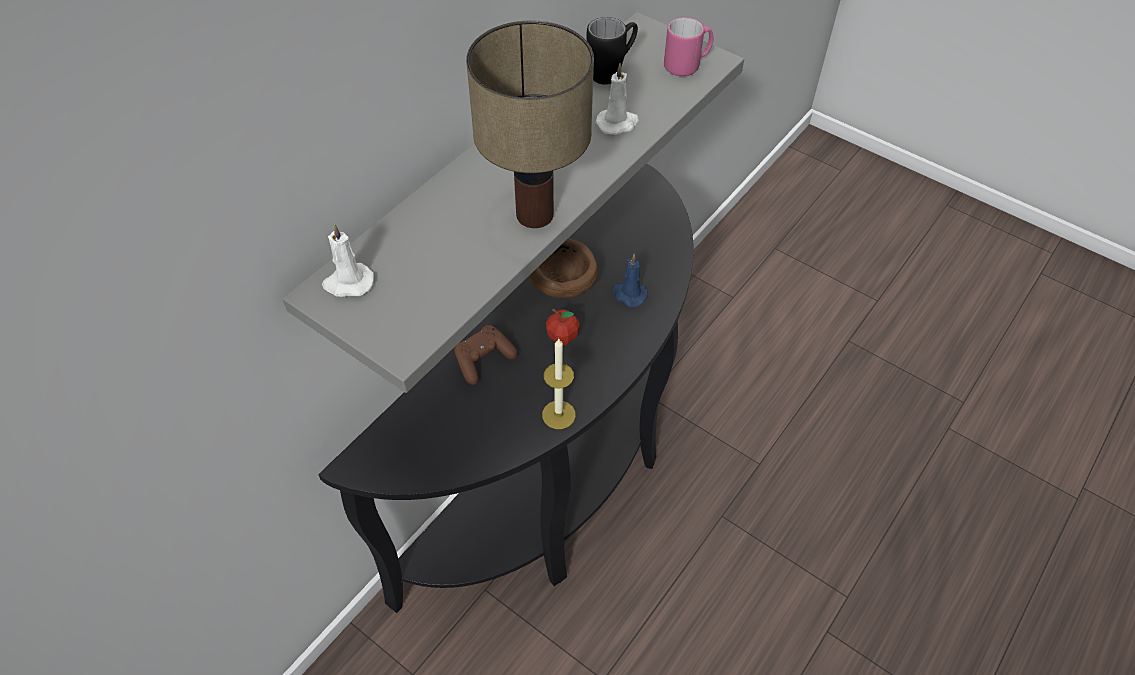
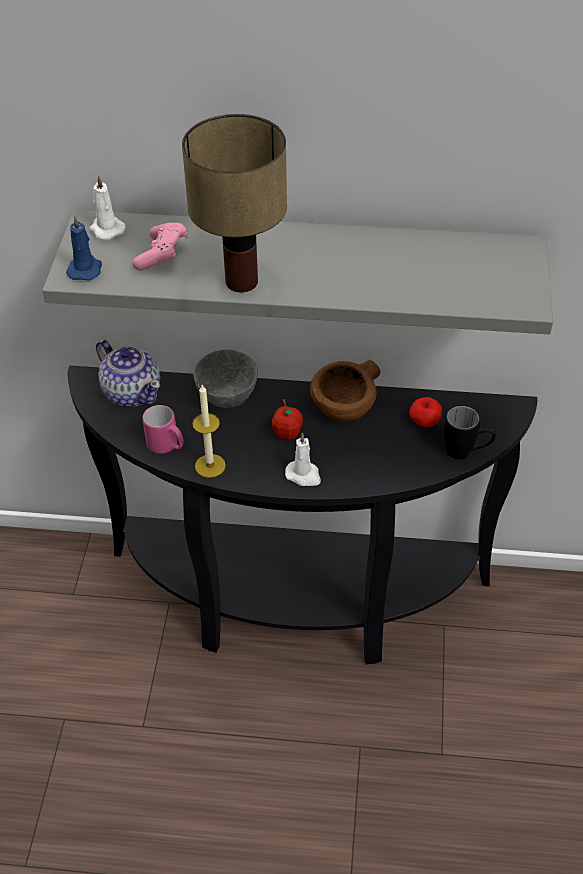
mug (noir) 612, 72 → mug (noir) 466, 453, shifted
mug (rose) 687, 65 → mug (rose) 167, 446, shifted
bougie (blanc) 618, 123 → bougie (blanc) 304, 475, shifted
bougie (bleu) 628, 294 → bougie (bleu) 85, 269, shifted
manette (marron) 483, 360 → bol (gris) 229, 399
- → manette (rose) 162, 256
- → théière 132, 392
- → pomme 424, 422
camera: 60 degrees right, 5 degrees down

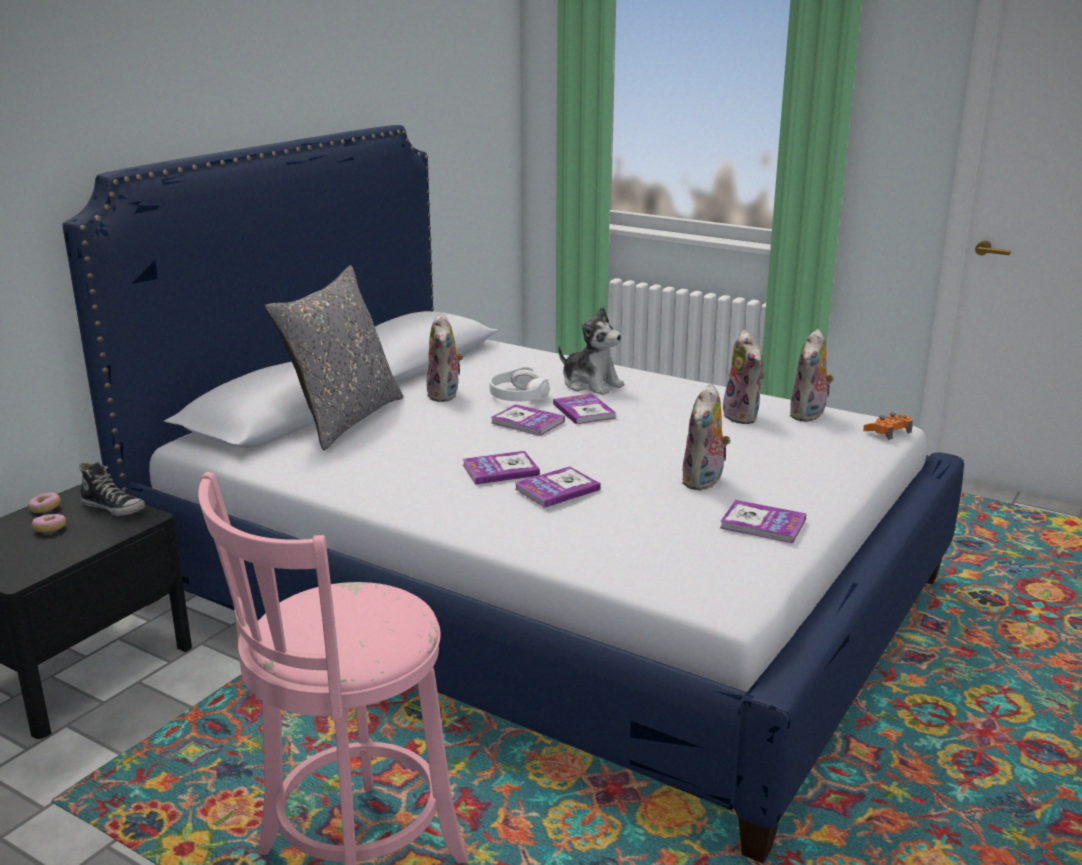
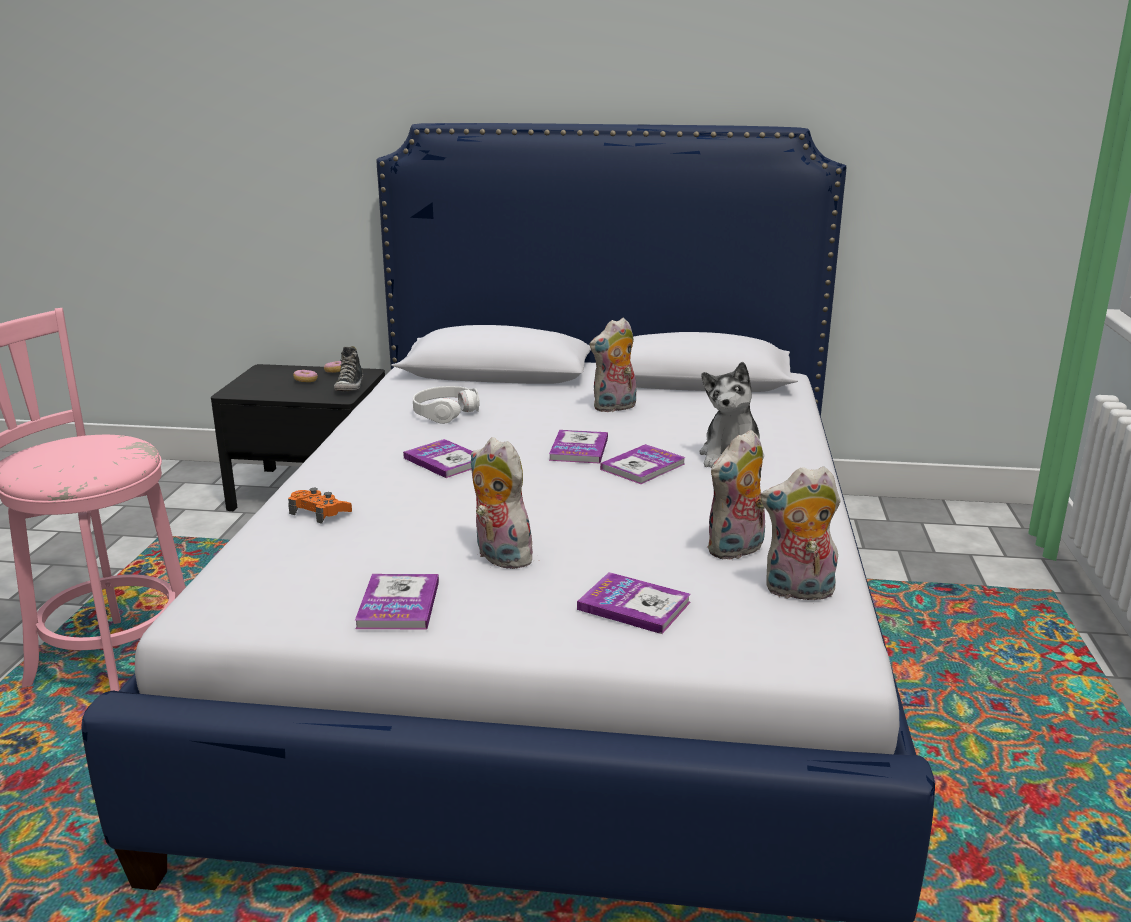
coussin (gris) 343, 420 → -
casque audio (blanc) 517, 396 → casque audio (blanc) 445, 412, shifted
peluche 704, 482 → peluche 499, 557, 45 degrees clockwise
manette (orange) 888, 431 → manette (orange) 319, 512, shifted
livre 557, 489 → livre 634, 605, shifted
camera: 65 degrees right, 0 degrees up

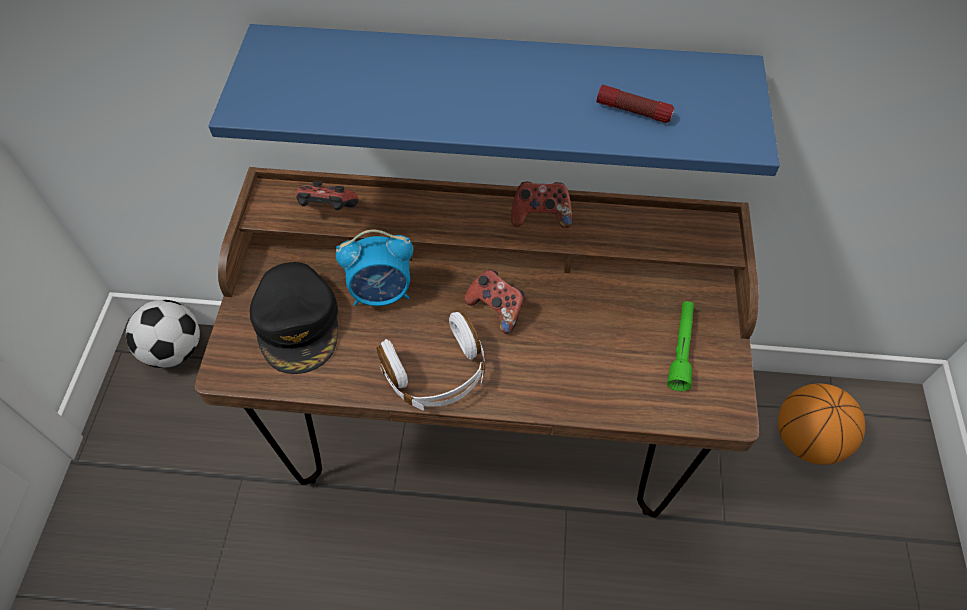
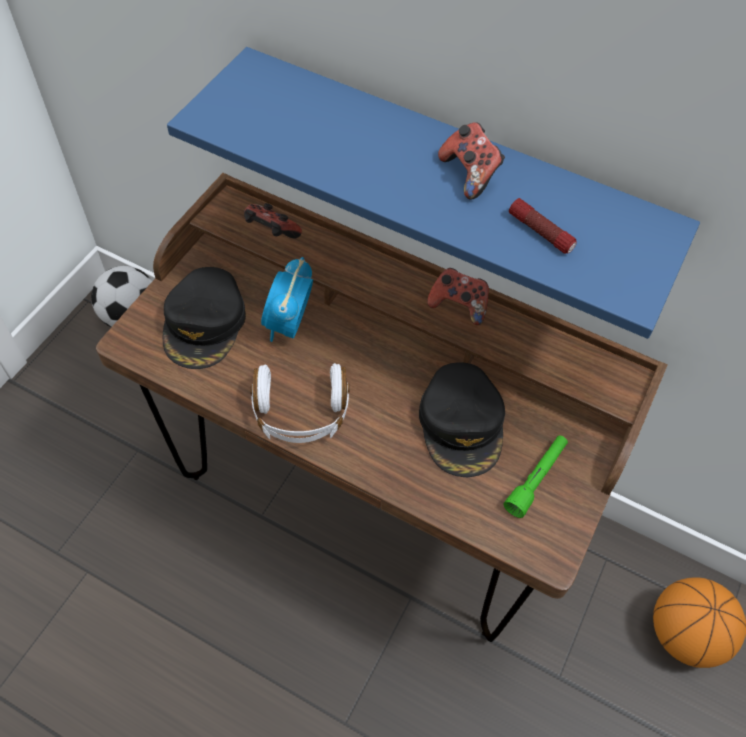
réveil 382, 293 → réveil 288, 324, 90 degrees clockwise
manette 496, 309 → manette 469, 174, shifted
- → casquette (noir) 462, 424
camera: 20 degrees right, 0 degrees up

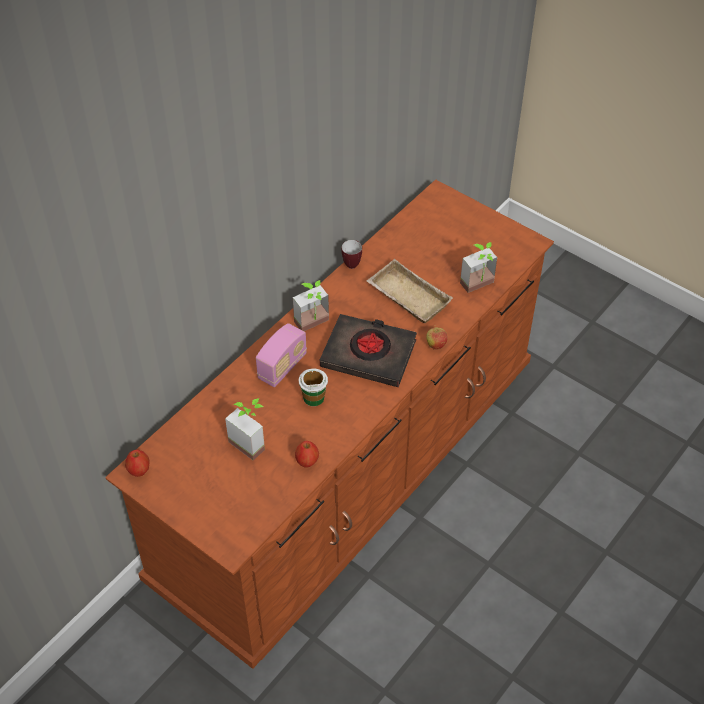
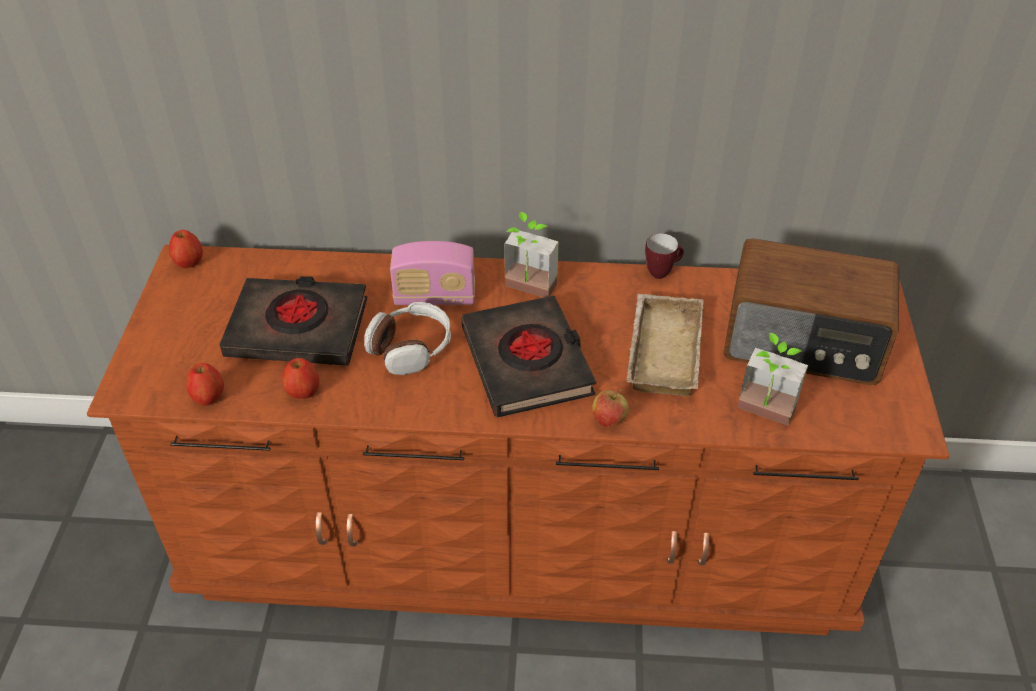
tasse 313, 397 → casque audio 410, 347
plante en pot 251, 441 → livre (noir) 298, 328
- → radio 803, 343
- → pomme 209, 398
camera: 55 degrees right, 5 degrees down

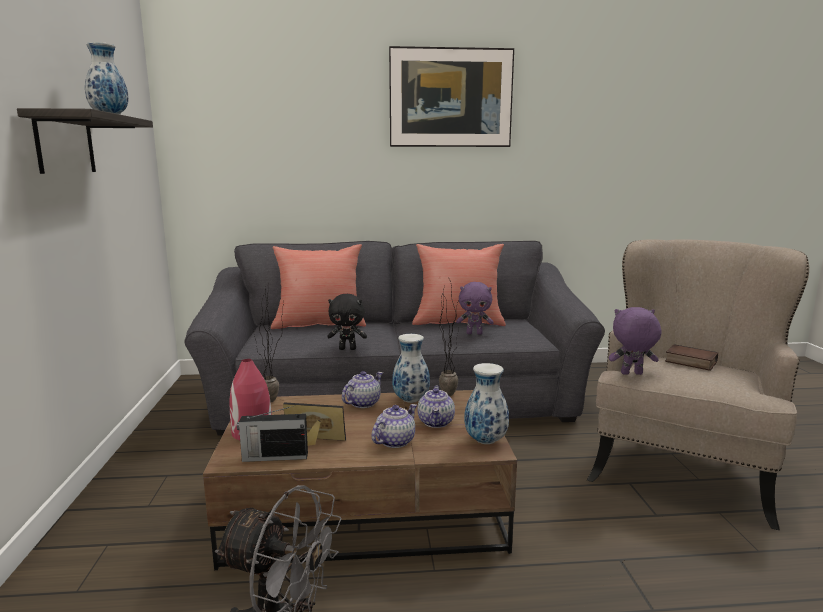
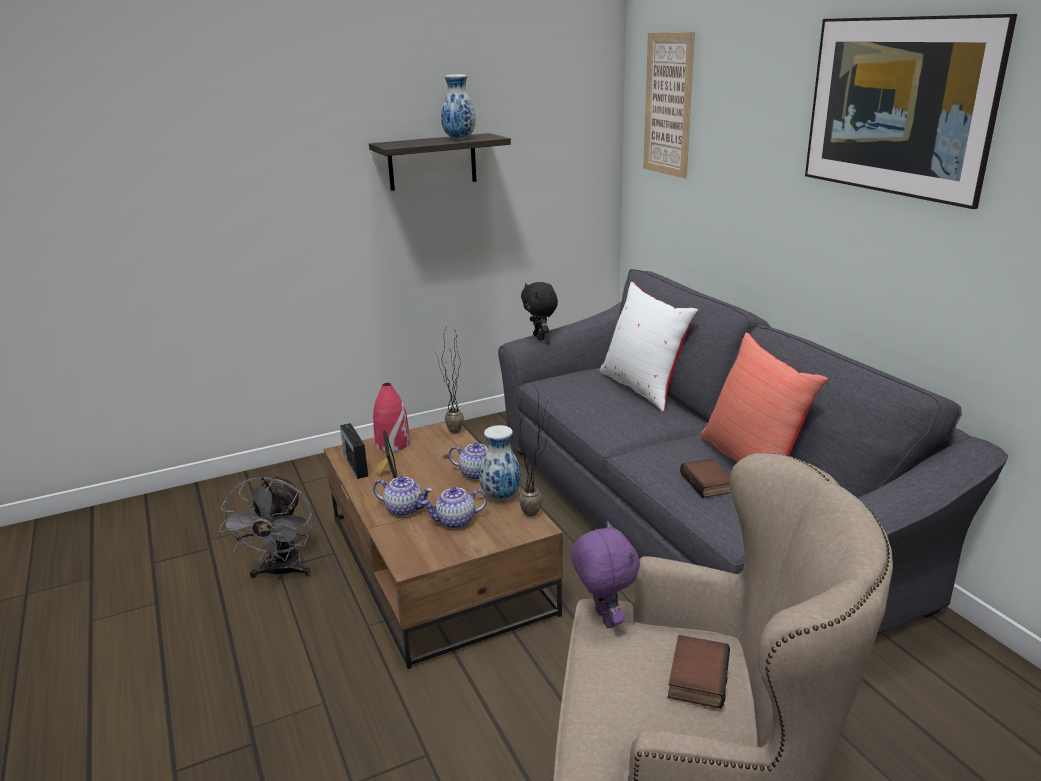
coussin (rouge) 319, 324 → coussin (blanc) 643, 388
peluche (violet) 474, 333 → livre 709, 483
peluche (noir) 348, 349 → peluche (noir) 540, 337, shifted
vase 486, 441 → -
- → tableau 668, 105
camera: 70 degrees right, 10 degrees up

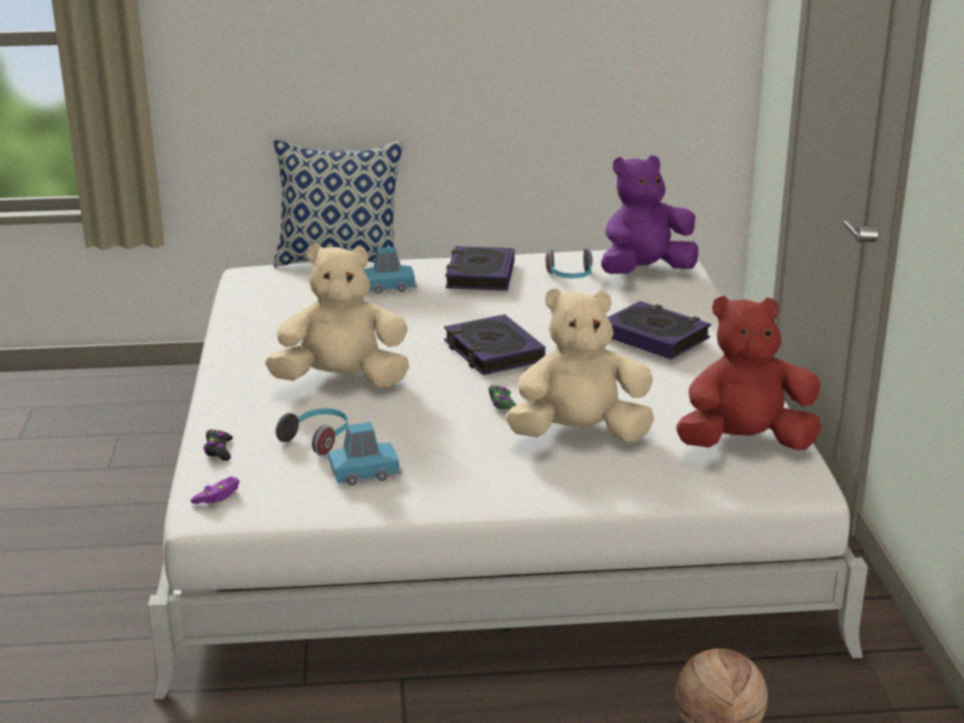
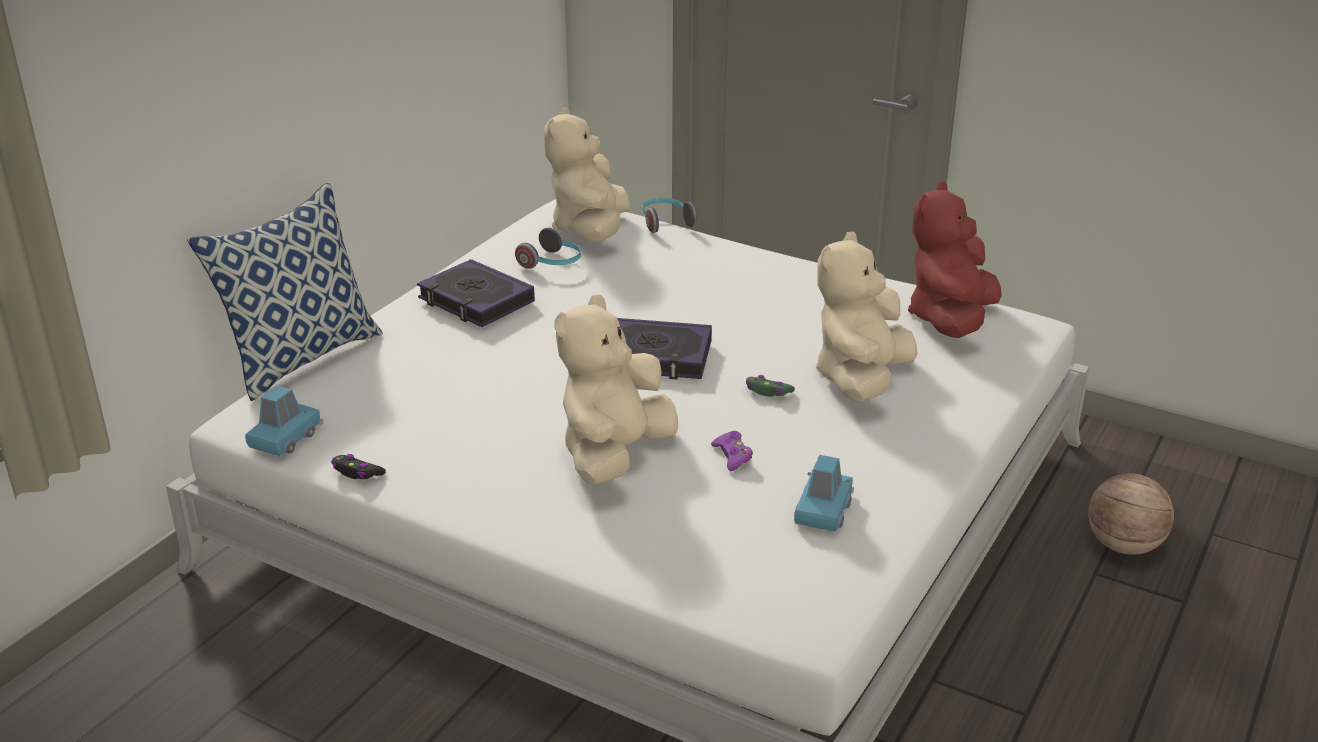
peluche (violet) 645, 272 → peluche (beige) 590, 230
petite voiture (bleu) 390, 287 → petite voiture (bleu) 286, 438, shifted
livre 654, 337 → -
casque audio 318, 439 → casque audio 665, 222, shifted
manette (noir) 218, 450 → manette (noir) 357, 472, shifted
manette (violet) 217, 496 → manette (violet) 732, 456, shifted
camera: 55 degrees left, 5 degrees up

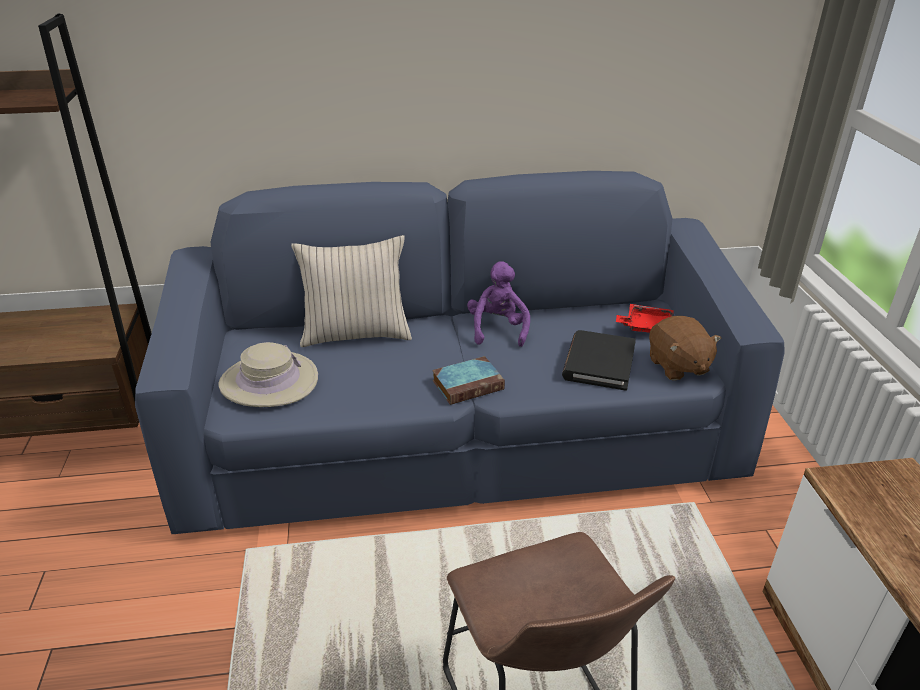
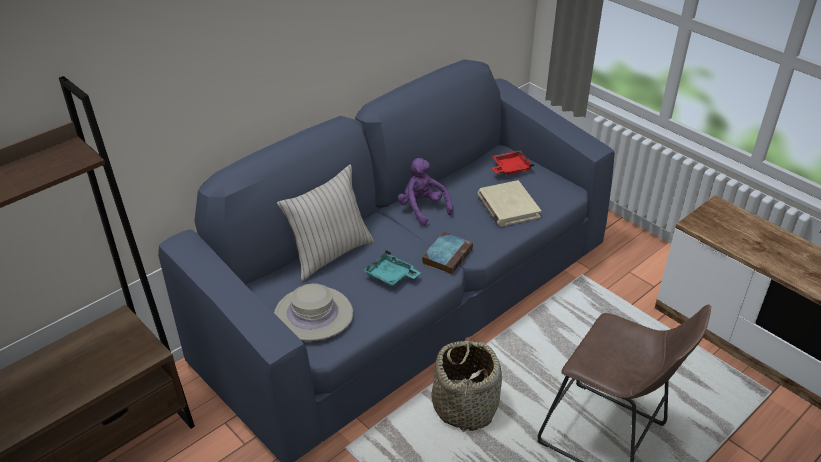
peluche (marron) 677, 366 → -
livre (noir) 598, 363 → livre (beige) 508, 206
- → plateau (turquoise) 391, 276
- → panier 465, 406
camera: 35 degrees left, 5 degrees up

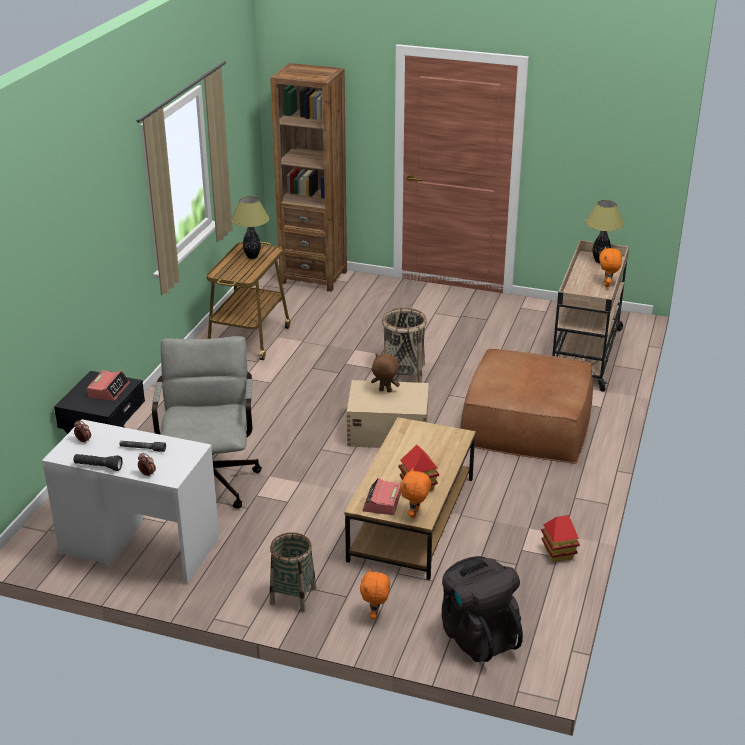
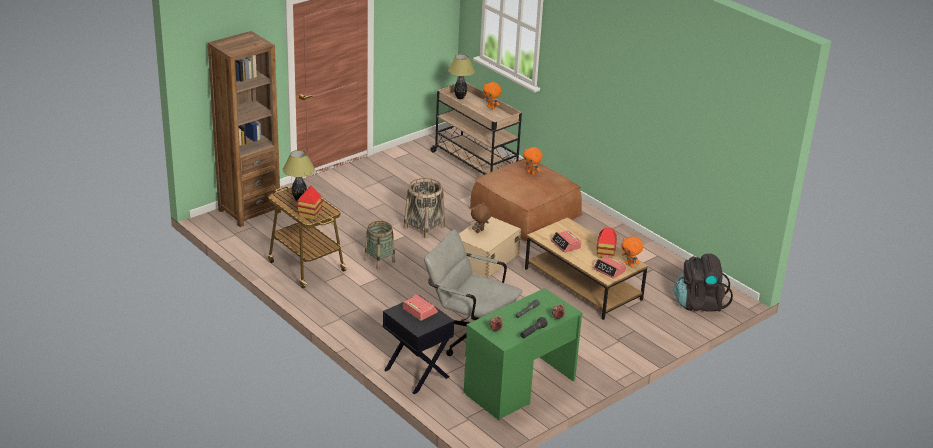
bureau (blanc) 139, 546 → bureau (vert) 519, 386
maison miniature 558, 553 → maison miniature 309, 214, shifted
panier 292, 596 → panier 379, 261, shifted
peluche (orange) 375, 614 → peluche (orange) 531, 173, shifted
- → réveil 566, 245
camera: 60 degrees left, 0 degrees up

